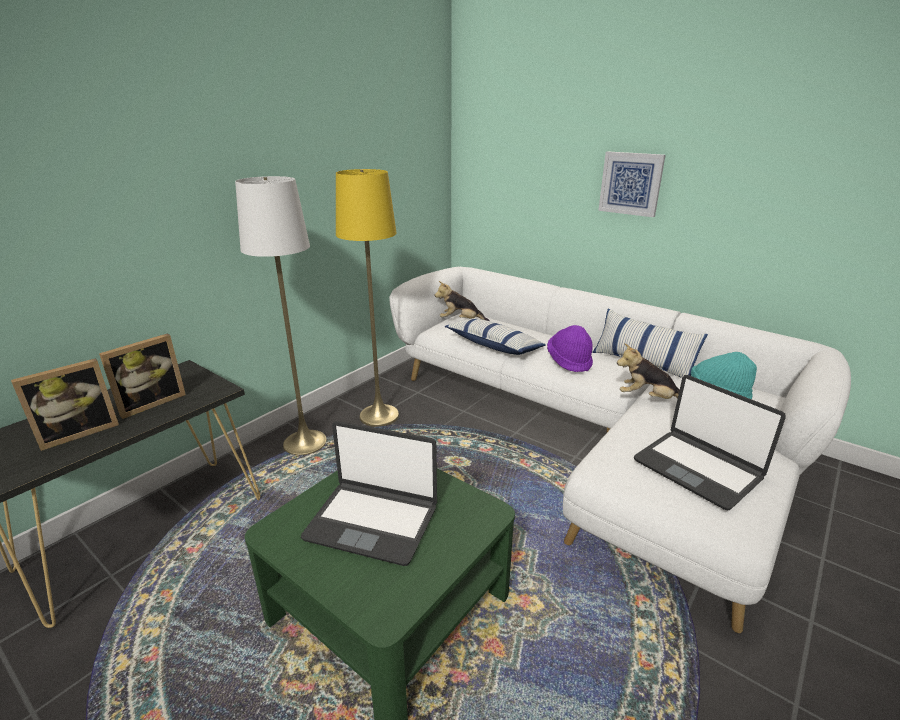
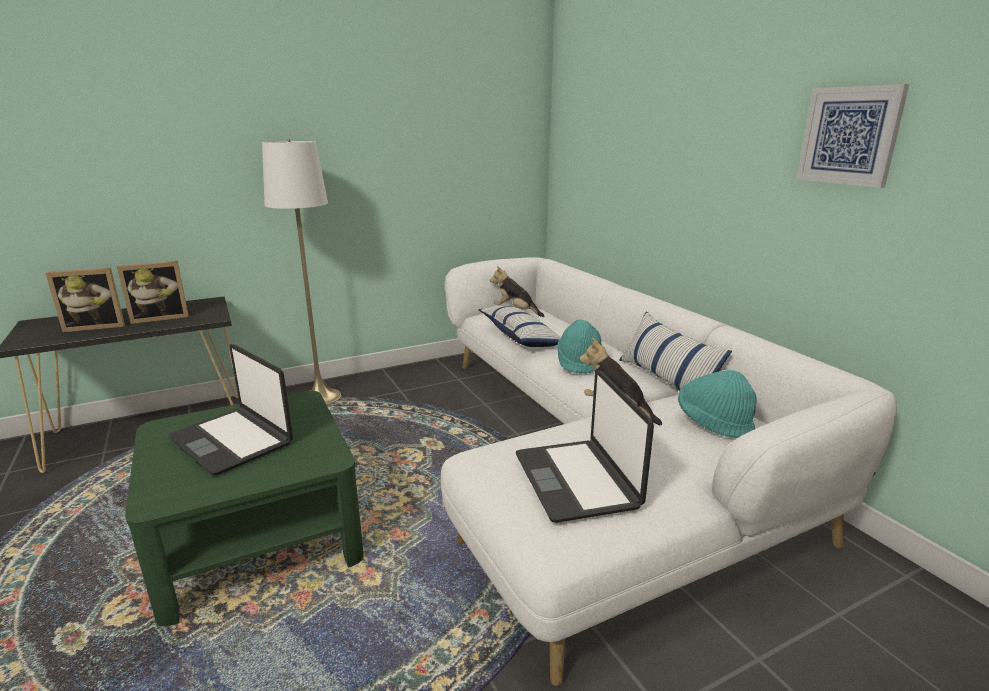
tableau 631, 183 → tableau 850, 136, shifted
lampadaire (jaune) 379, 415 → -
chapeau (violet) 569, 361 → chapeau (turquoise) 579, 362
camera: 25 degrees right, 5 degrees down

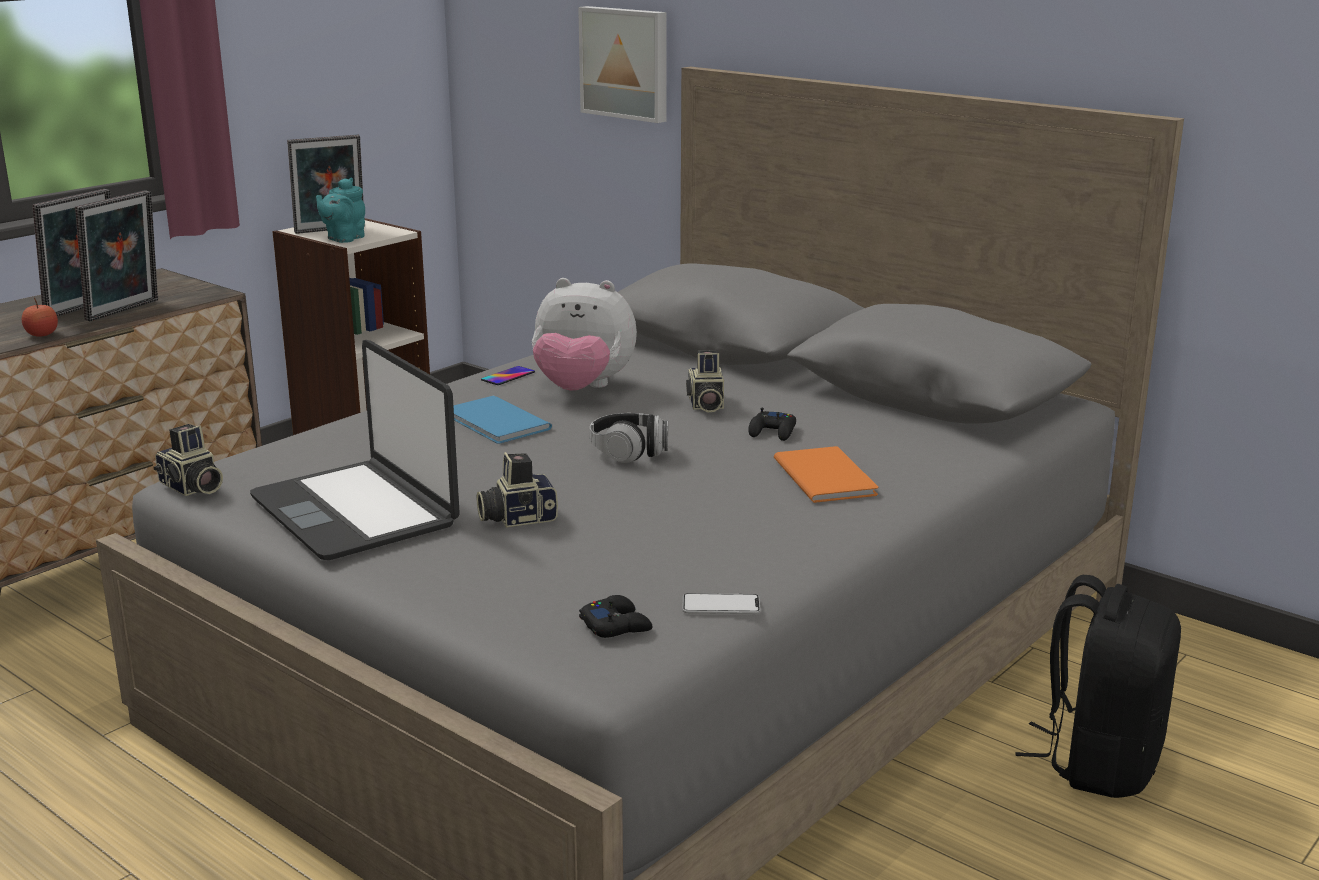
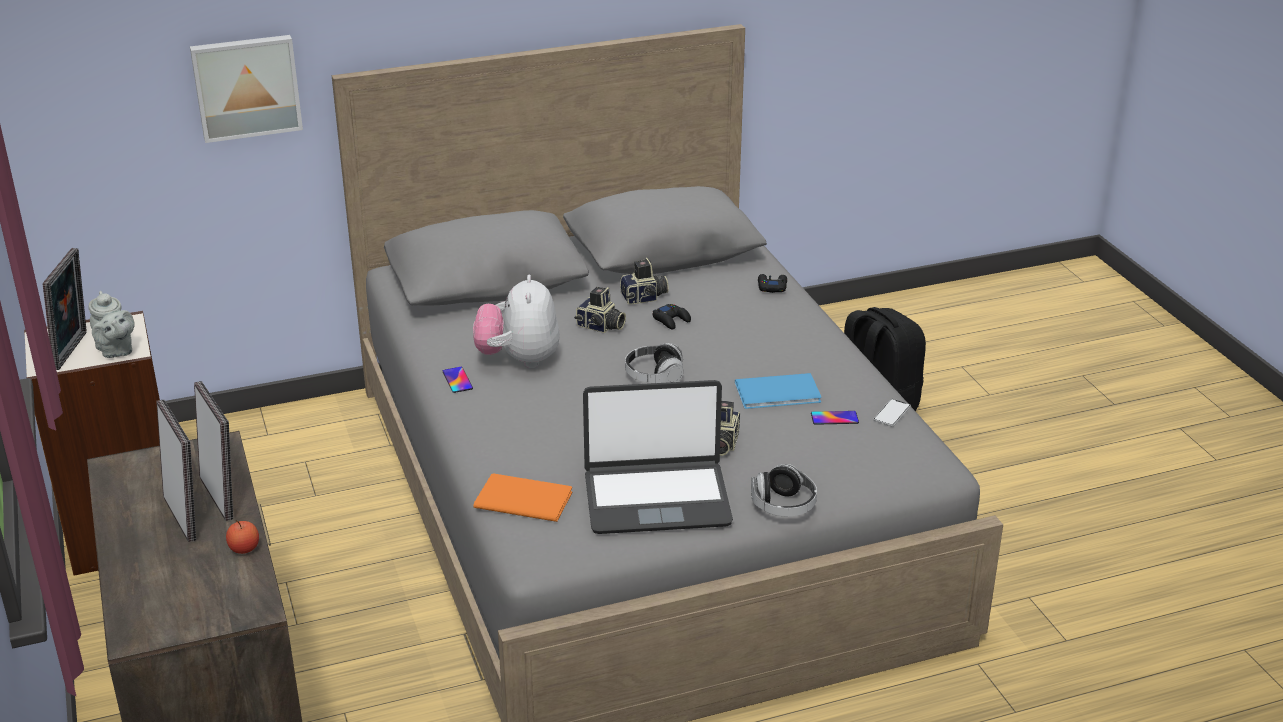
théière (turquoise) 343, 239 → théière (gris) 115, 351
peluche 582, 389 → peluche 519, 359, 135 degrees clockwise
livre (bleu) 496, 423 → livre (bleu) 780, 393, shifted
appareil photo 191, 488 → appareil photo 644, 298, shifted
livre (orange) 826, 475 → livre (orange) 522, 498, shifted
manette (noir) 616, 625 → manette (noir) 772, 287, shifted
- → téléphone 834, 418
- → casque audio 783, 506
camera: 60 degrees left, 10 degrees up

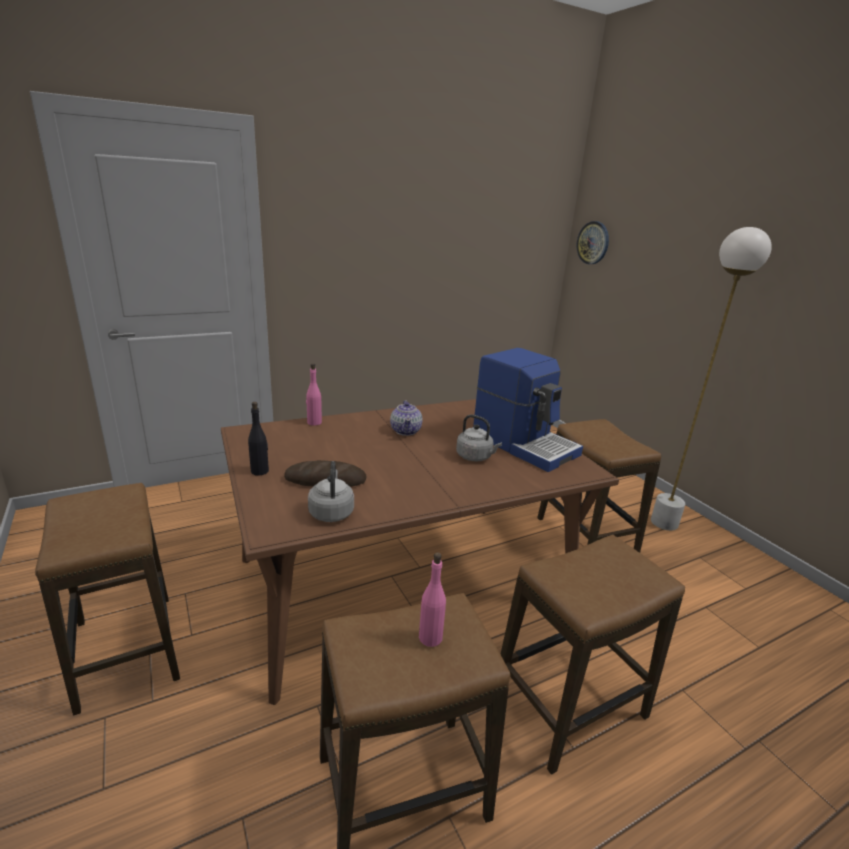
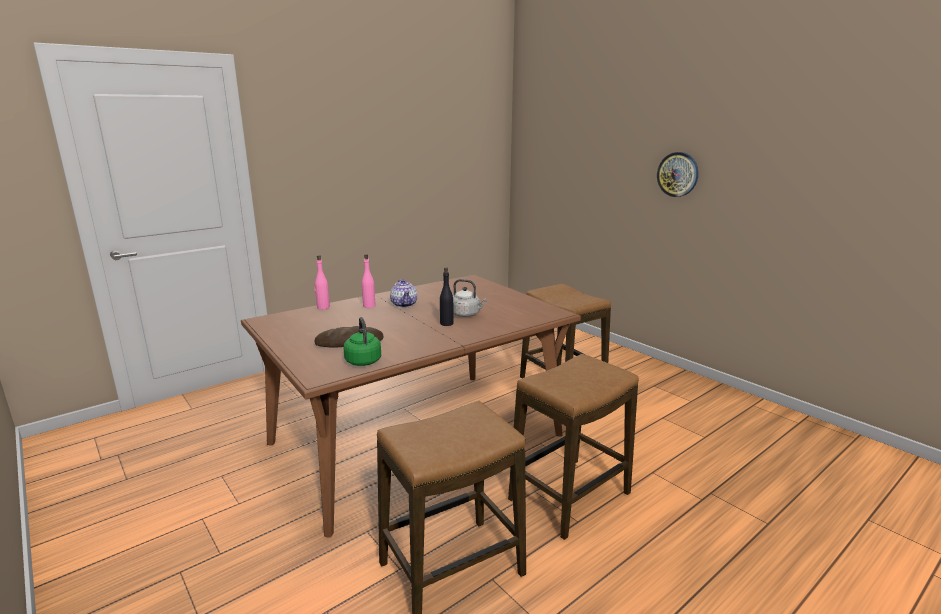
horloge murale 593, 243 → horloge murale 678, 174, shifted
lampadaire (blanc) 664, 523 → -
machine à café 524, 444 → -
bouteille (noir) 260, 471 → bouteille (noir) 447, 323, shifted
bouilloire (gris) 331, 512 → bouilloire (vert) 363, 360
tabouret 126, 650 → -
bouteille (rose) 430, 637 → bouteille (rose) 369, 306, shifted
camera: 10 degrees left, 5 degrees down

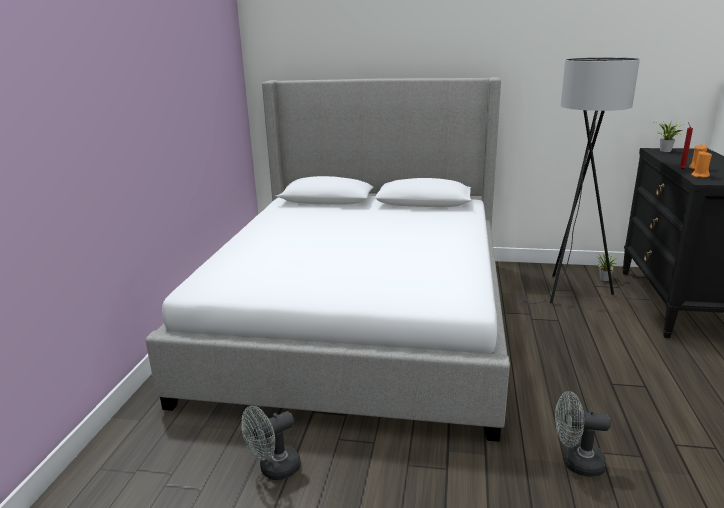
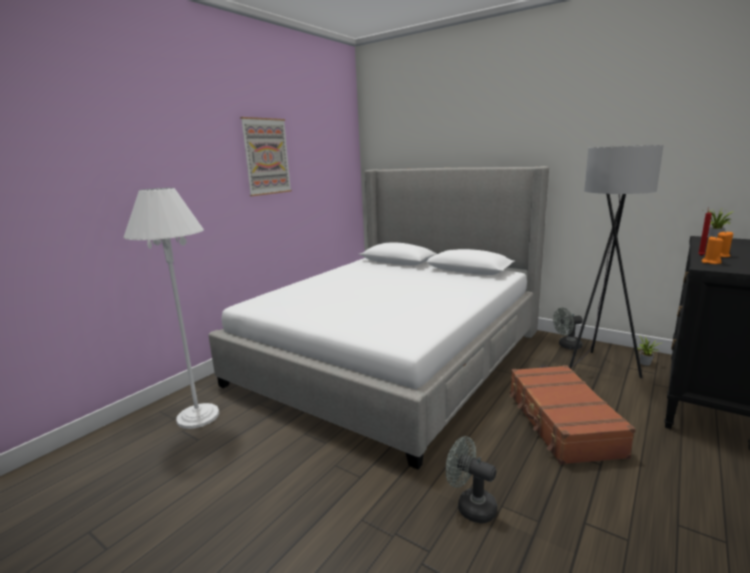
ventilateur (gris) 274, 469 → ventilateur (gris) 566, 346, shifted
- → tableau 266, 156
- → lampadaire (blanc) 198, 416
- → valise (marron) 561, 423
camera: 25 degrees right, 5 degrees down

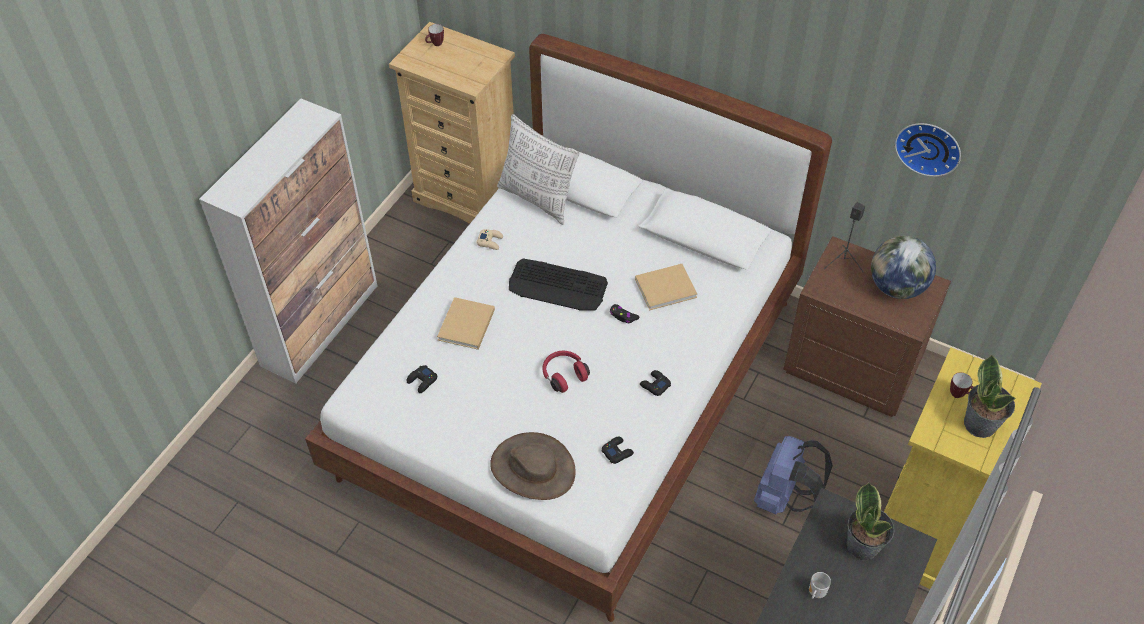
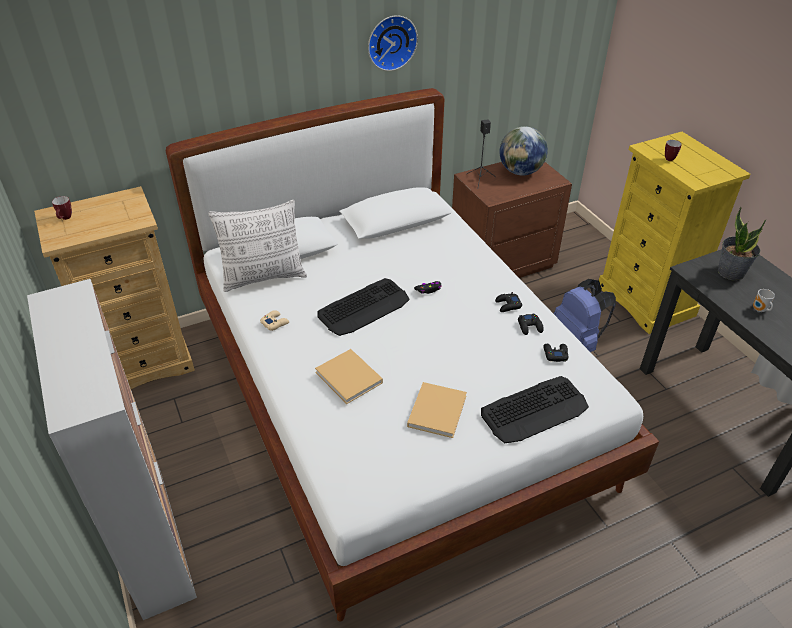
horloge murale 929, 146 → horloge murale 391, 42, shifted
livre (beige) 667, 288 → livre (beige) 437, 410, shifted
casque audio (rouge) 564, 375 → -
plante en pot 980, 424 → -
manette (noir) 422, 381 → manette (noir) 530, 326, shifted
chapeau (marron) 533, 468 → clavier 534, 410
camera: 55 degrees left, 10 degrees down

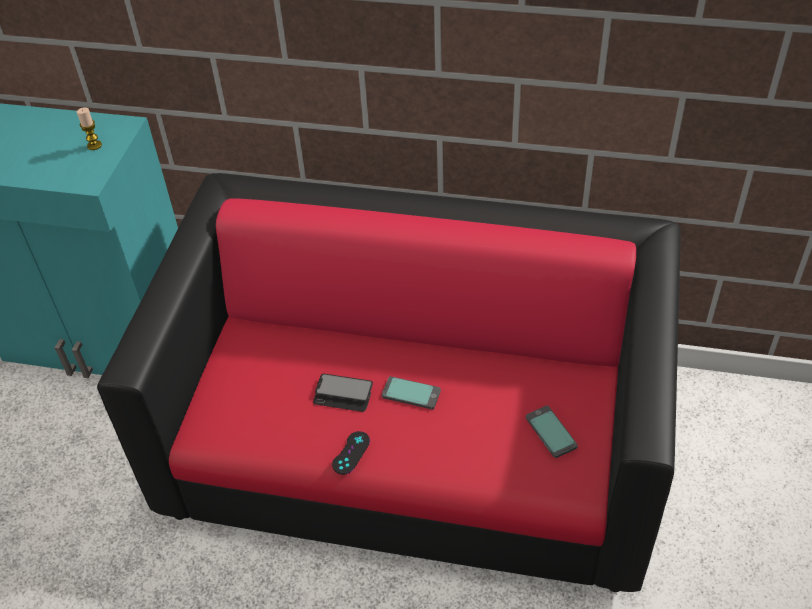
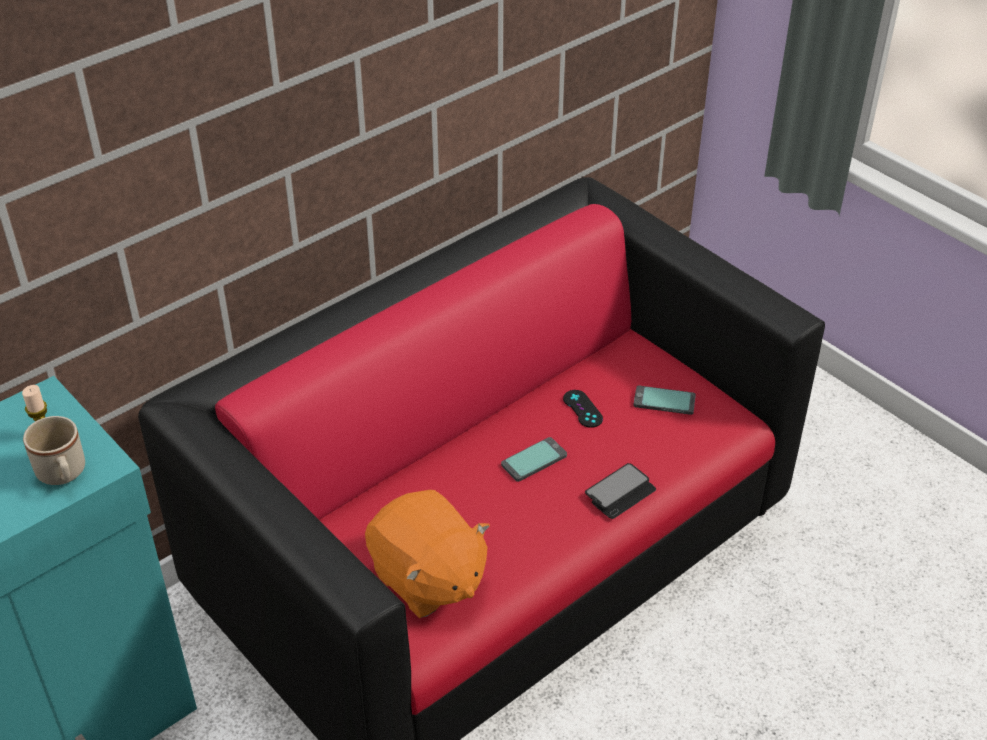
téléphone 343, 394 → téléphone 620, 492, shifted
manette (noir) 351, 453 → manette (noir) 582, 409, shifted
- → mug (beige) 63, 475
- → peluche (orange) 427, 579
camera: 55 degrees left, 5 degrees down

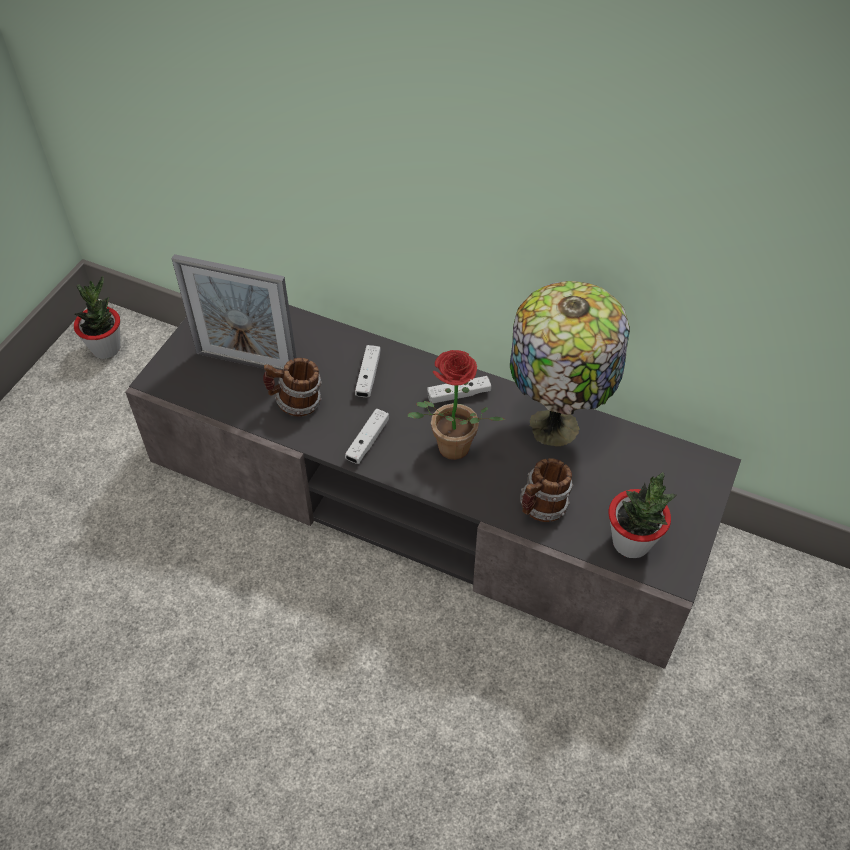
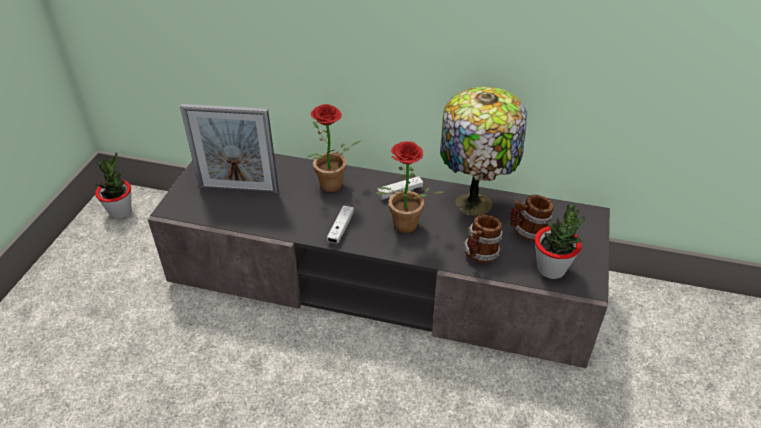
manette (blanc) 368, 376 → plante en pot 331, 188
mug 296, 403 → mug 527, 233, shifted
camera: 10 degrees left, 10 degrees down

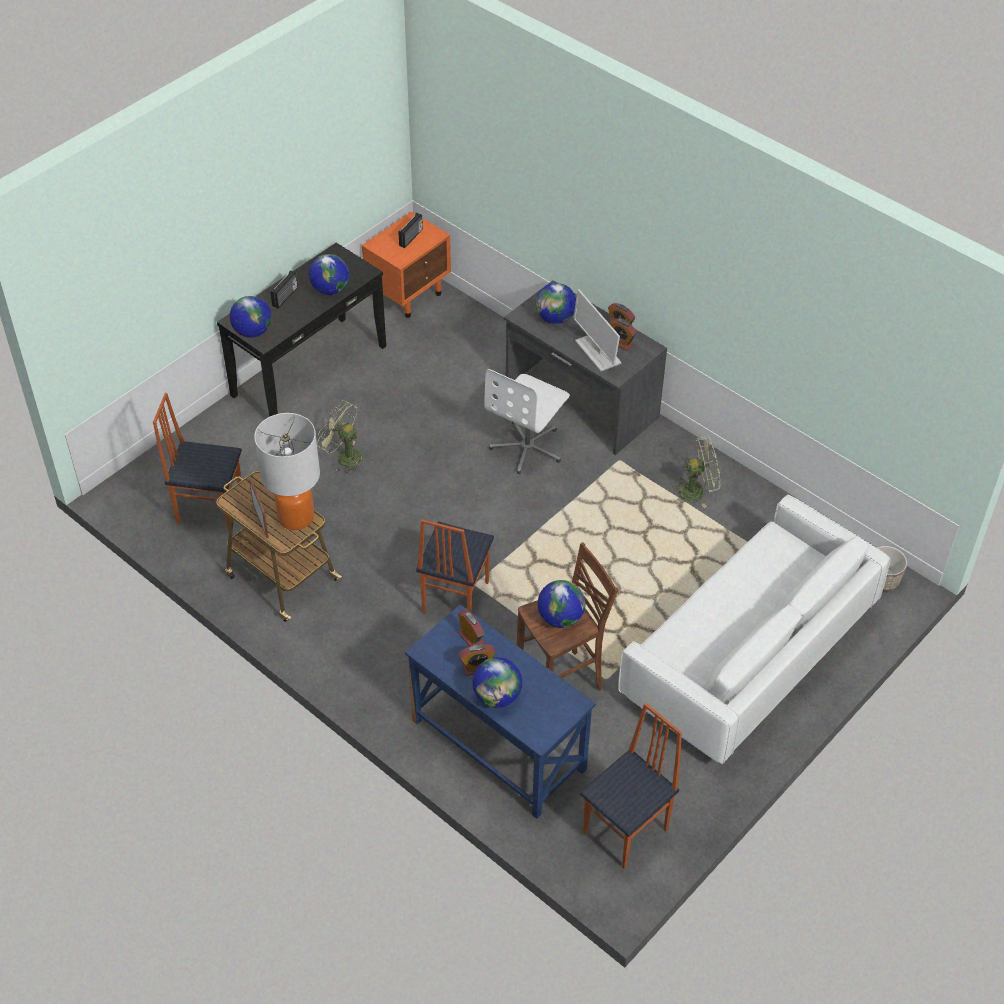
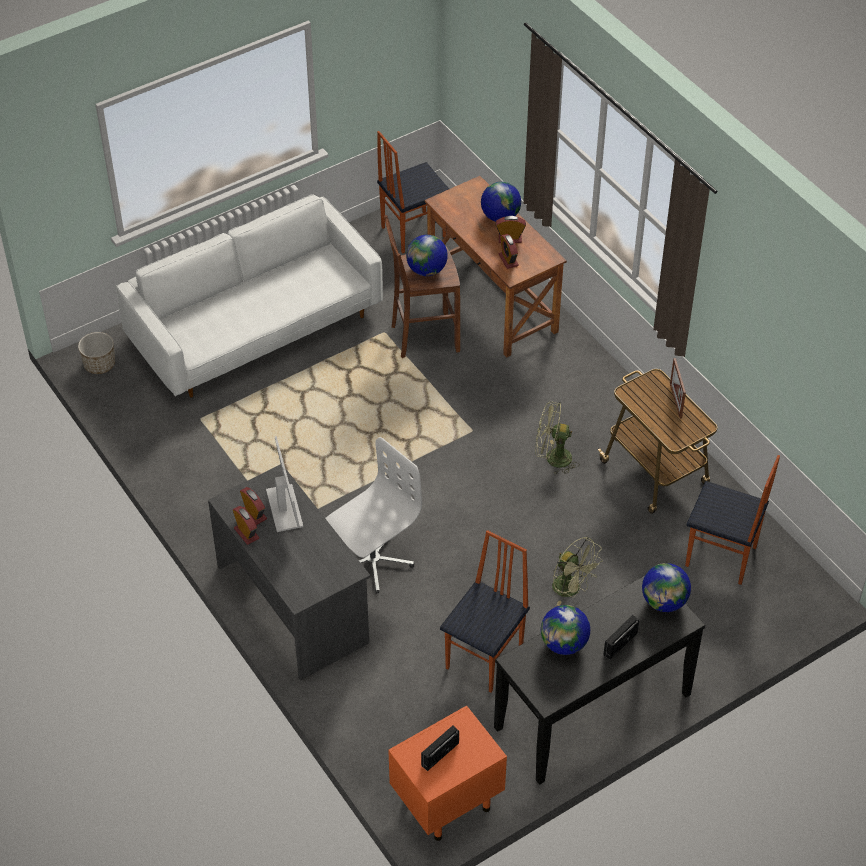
globe 555, 318 → -
lampe de table 295, 517 → -
ventilateur (vert) 697, 491 → ventilateur (vert) 552, 458, shifted
chaise 454, 598 → chaise 485, 659, shifted
bureau (bleu) 497, 745 → bureau (marron) 492, 302
camera: 165 degrees left, 0 degrees up

